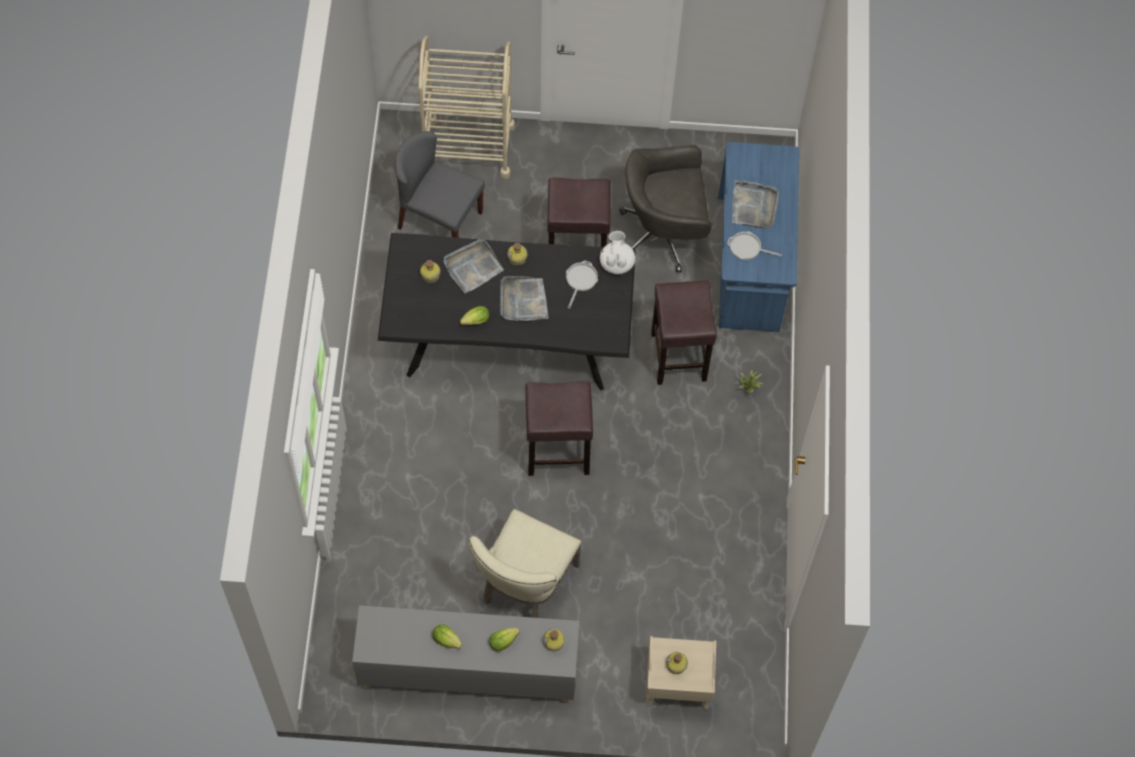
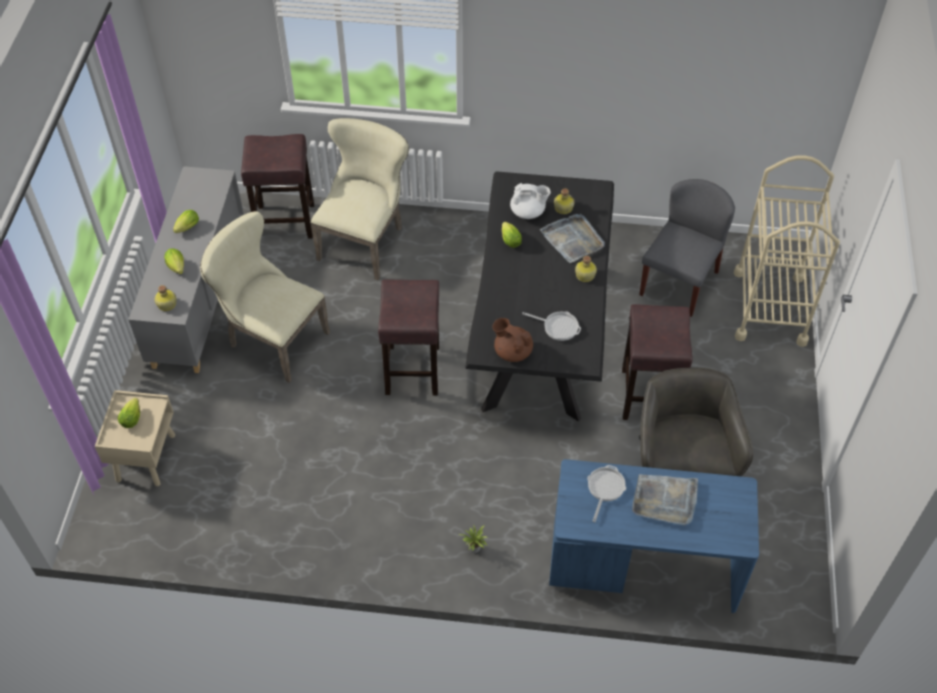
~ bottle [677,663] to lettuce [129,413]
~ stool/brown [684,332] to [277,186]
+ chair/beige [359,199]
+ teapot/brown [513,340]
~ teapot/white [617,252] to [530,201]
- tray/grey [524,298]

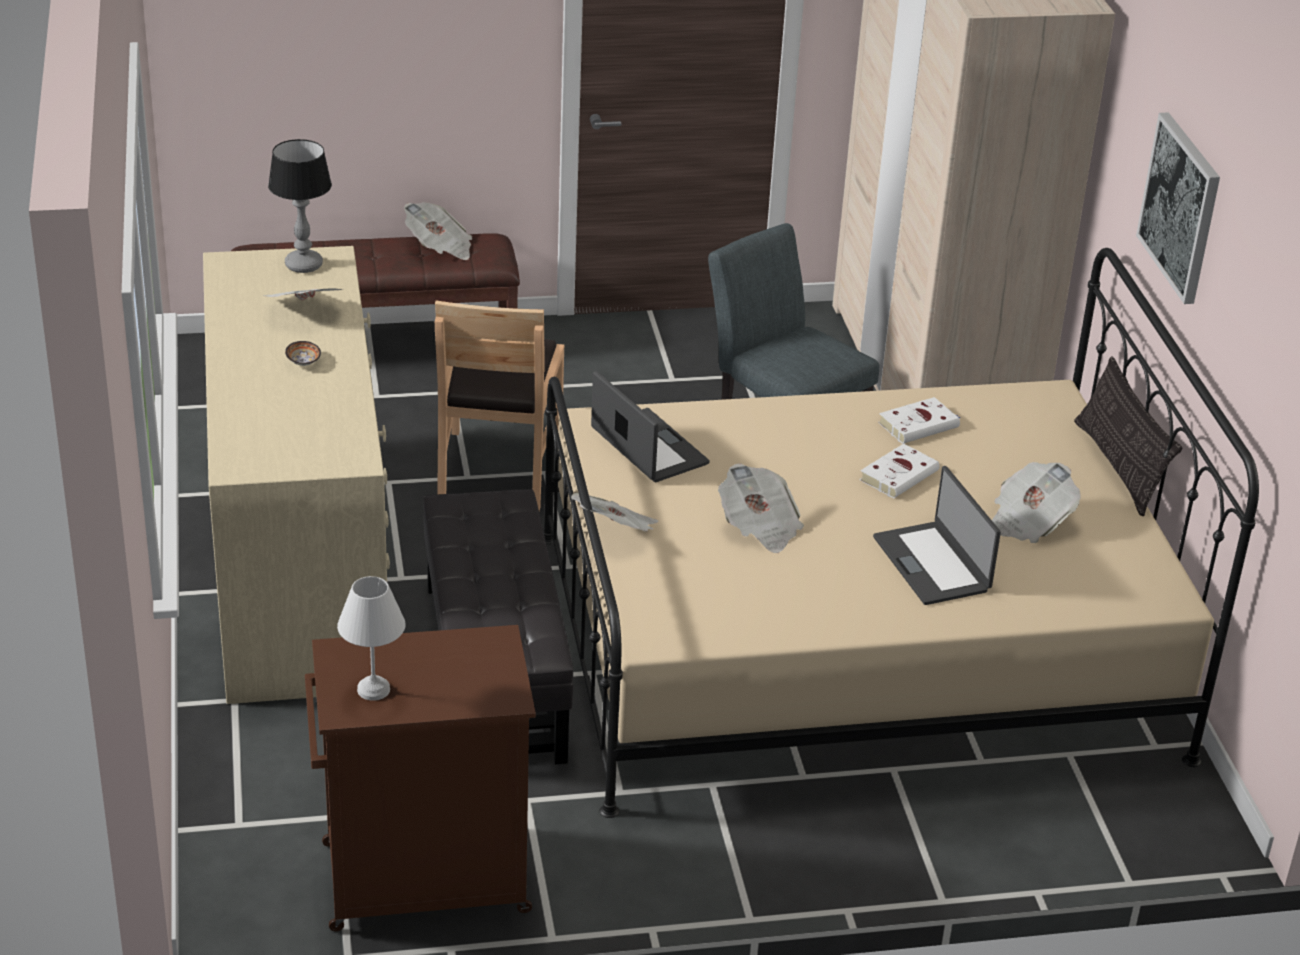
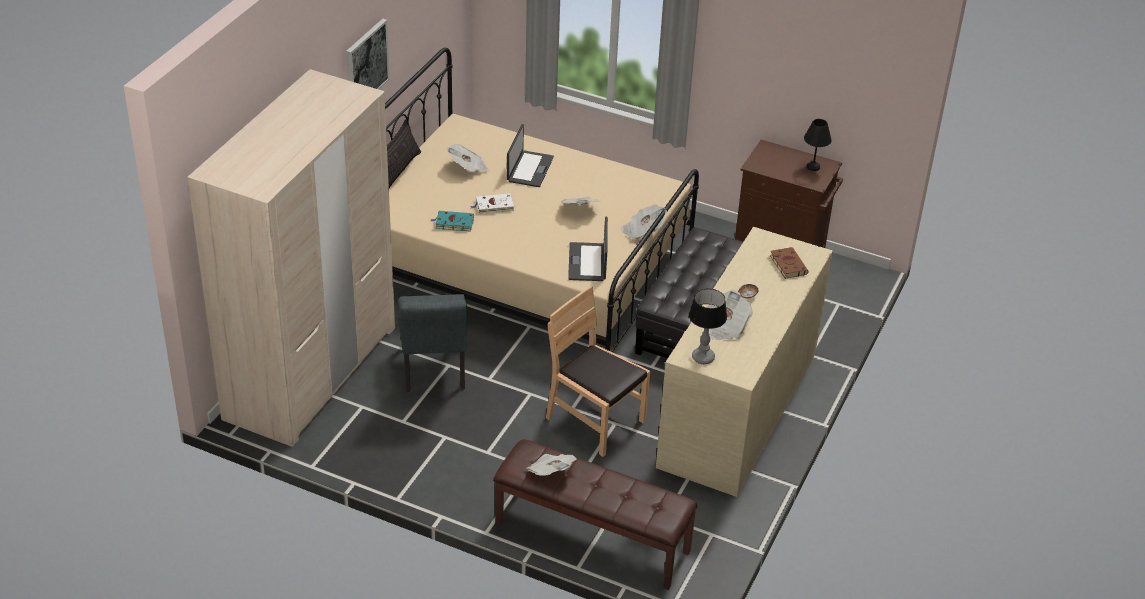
~ book/white [919,420] to book/turquoise [452,221]
~ chair/brown [499,406] = [598,371] 90 degrees counterclockwise
+ book/brown [789,263]
~ table lamp/white [371,638] to table lamp/black [817,145]

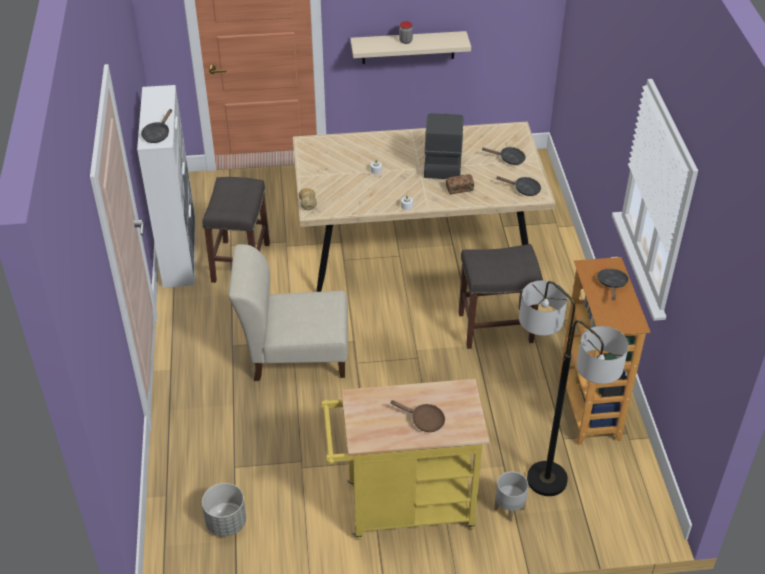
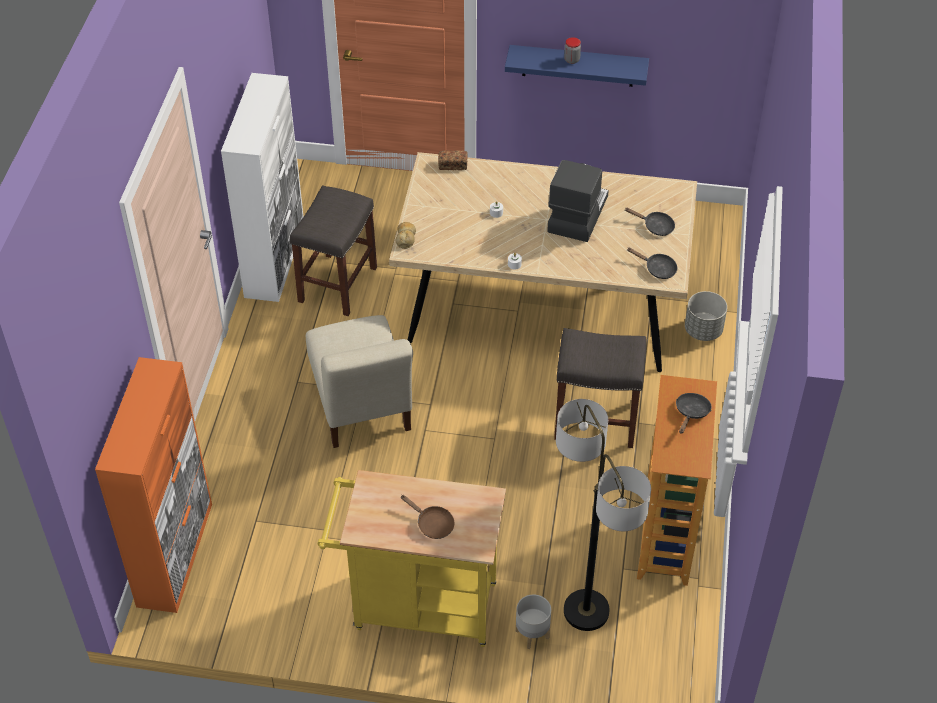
+ cabinet/orange [153,485]
~ chair/beige [288,312] = [359,381] 120 degrees counterclockwise
~ bread [460,184] to [453,160]
~ shelf/beige [411,47] to shelf/blue [577,66]
~ planter/grey [224,510] to [706,316]
- frying pan/black [156,126]

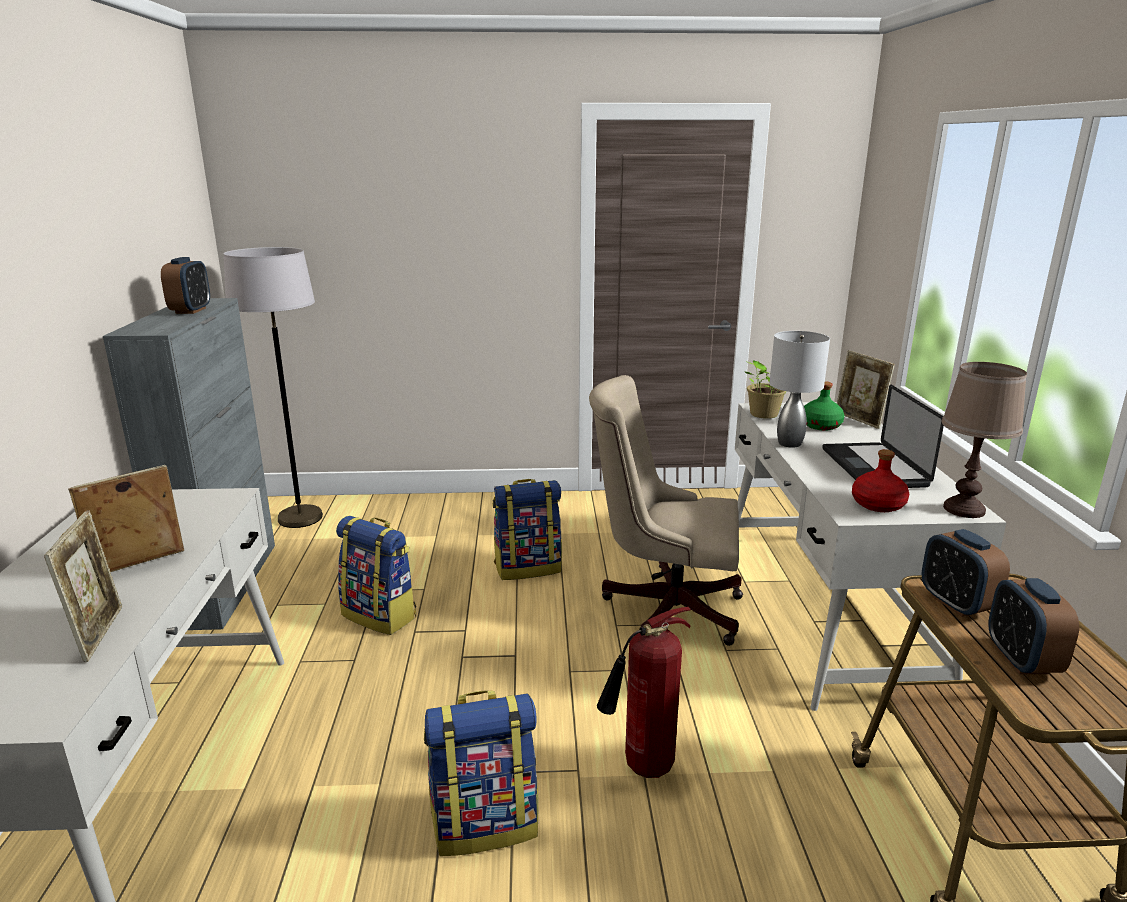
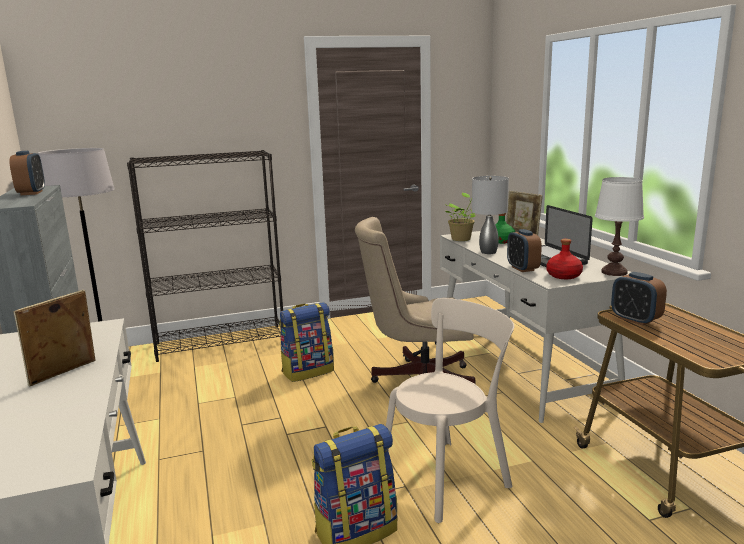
+ bookcase/black [205,256]
~ fire extinguisher [644,692] to chair/beige [450,410]
~ alarm clock [1033,626] to [524,250]
~ table lamp/brown [984,440] to table lamp/white [619,226]
- picture frame [83,586]
- backpack [376,575]

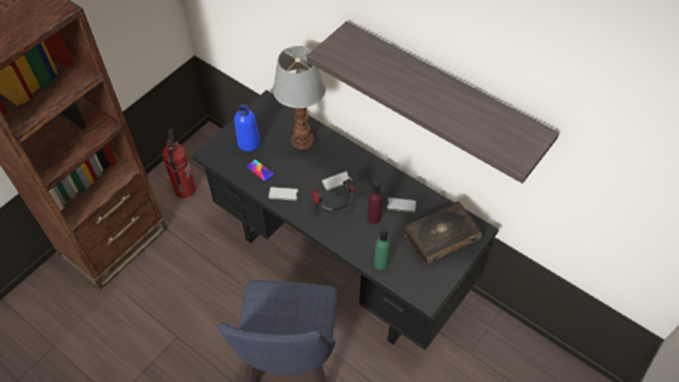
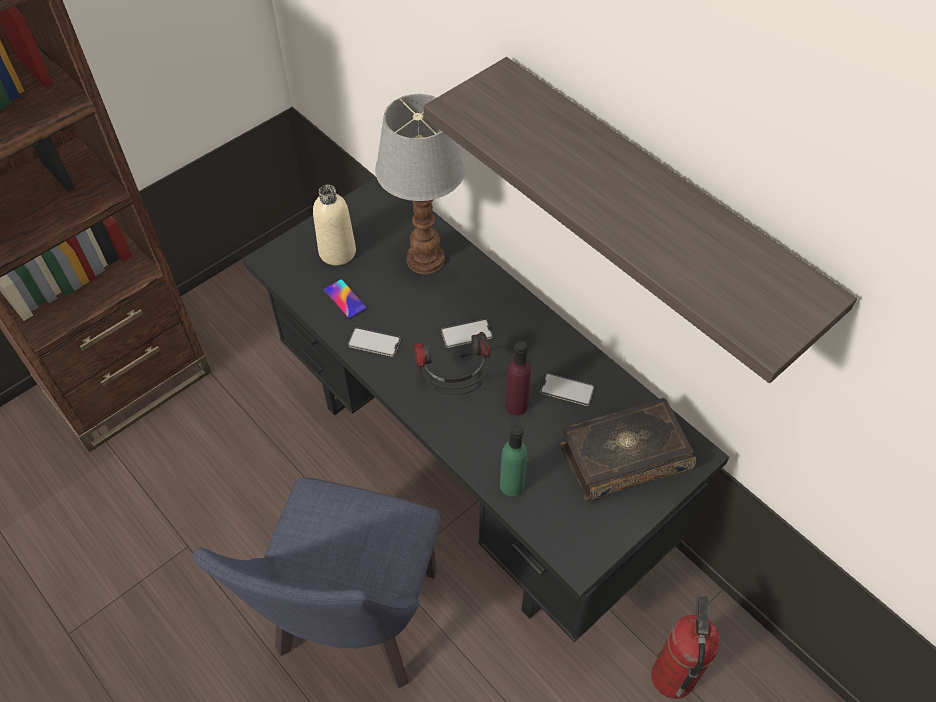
~ bottle/blue [247,127] to bottle/beige [334,225]
~ fire extinguisher [179,163] to [686,647]

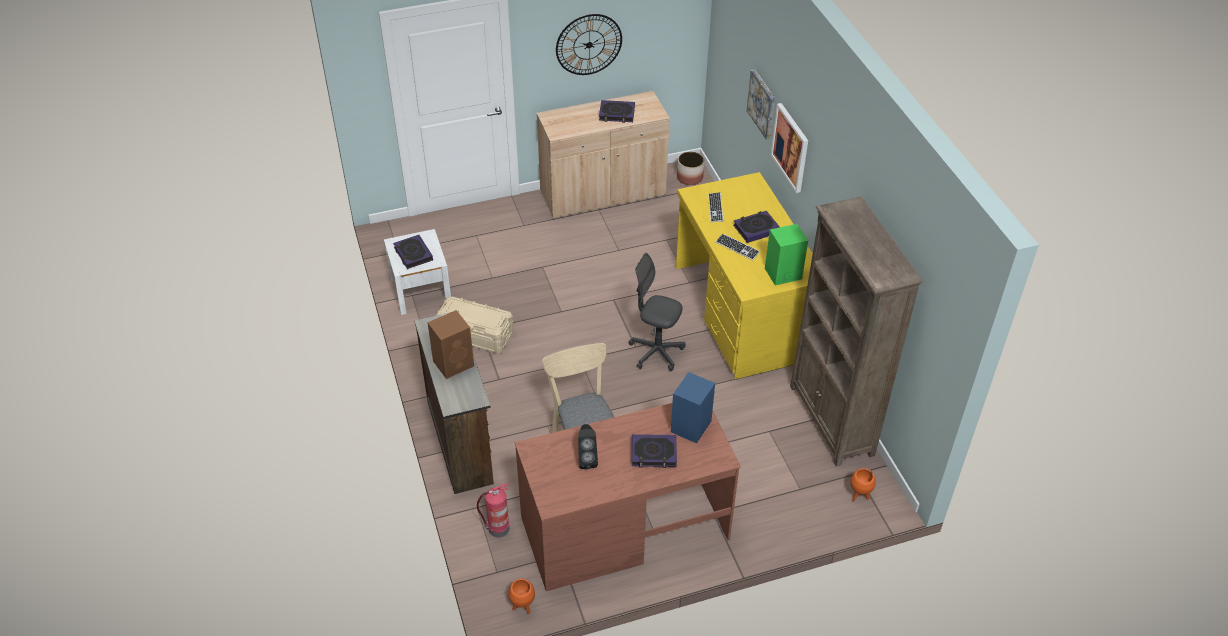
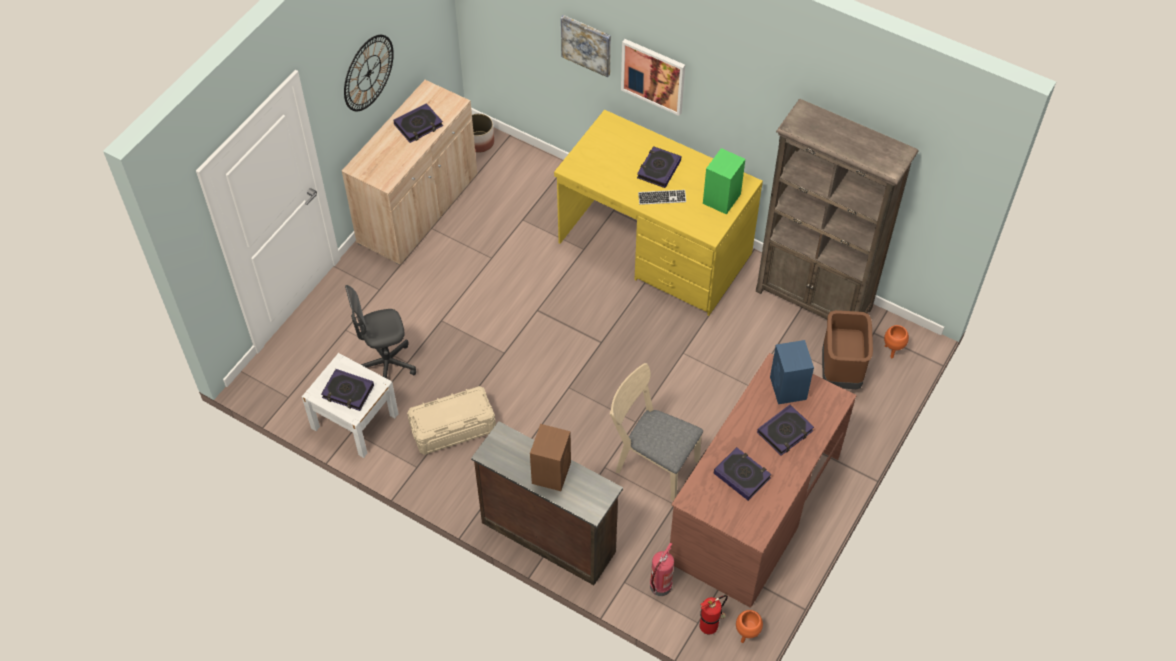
~ office chair/grey [657,312] to [380,332]
+ fire extinguisher [714,615]
~ speaker/black [588,446] to book [743,474]
+ trash can/brown [847,349]
- keyboard [716,207]

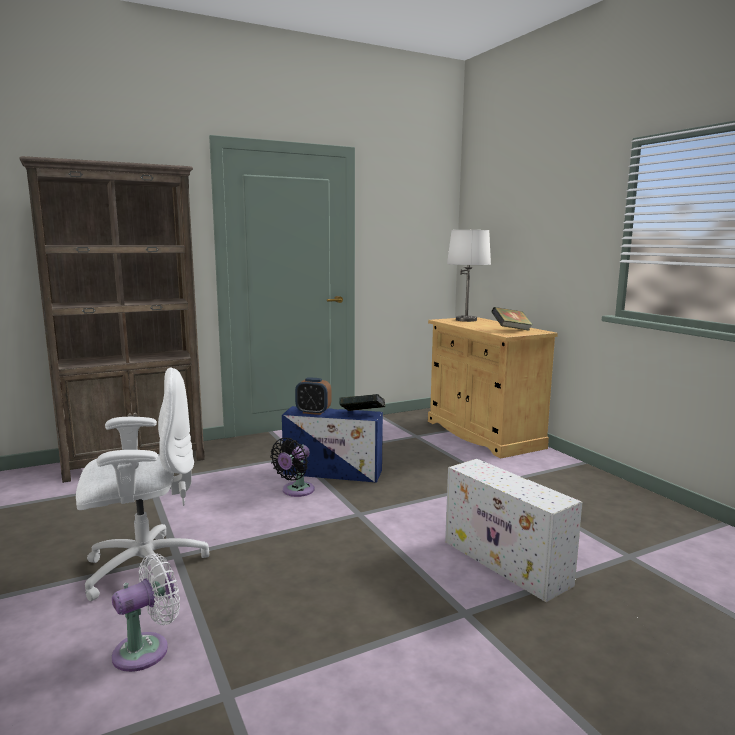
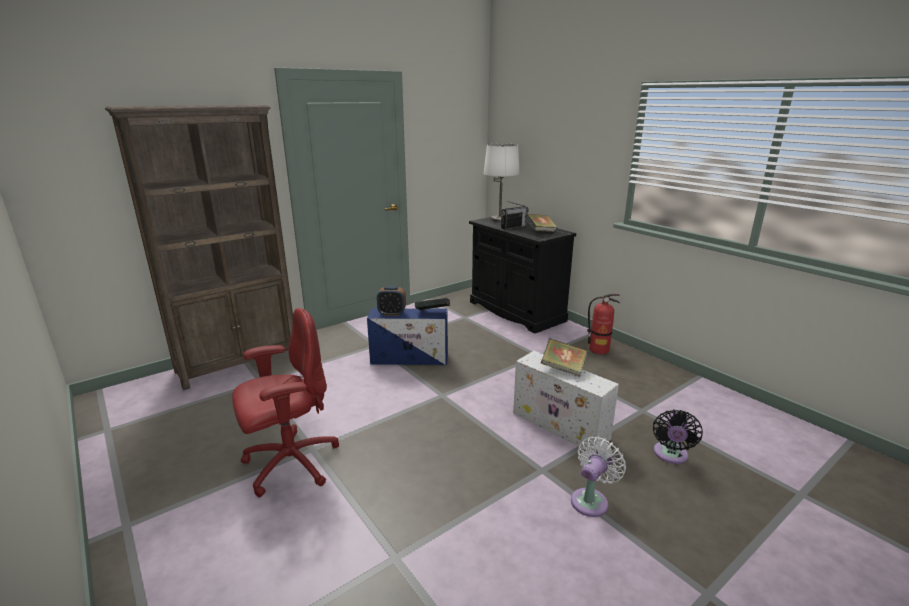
~ office chair/white [142,484] to office chair/red [285,402]
~ cabinet/beige [493,387] to cabinet/black [522,275]
+ radio [515,215]
+ book [564,357]
~ fan/white [146,613] to [598,477]
+ fire extinguisher [603,324]
~ fan/black [292,467] to [678,436]

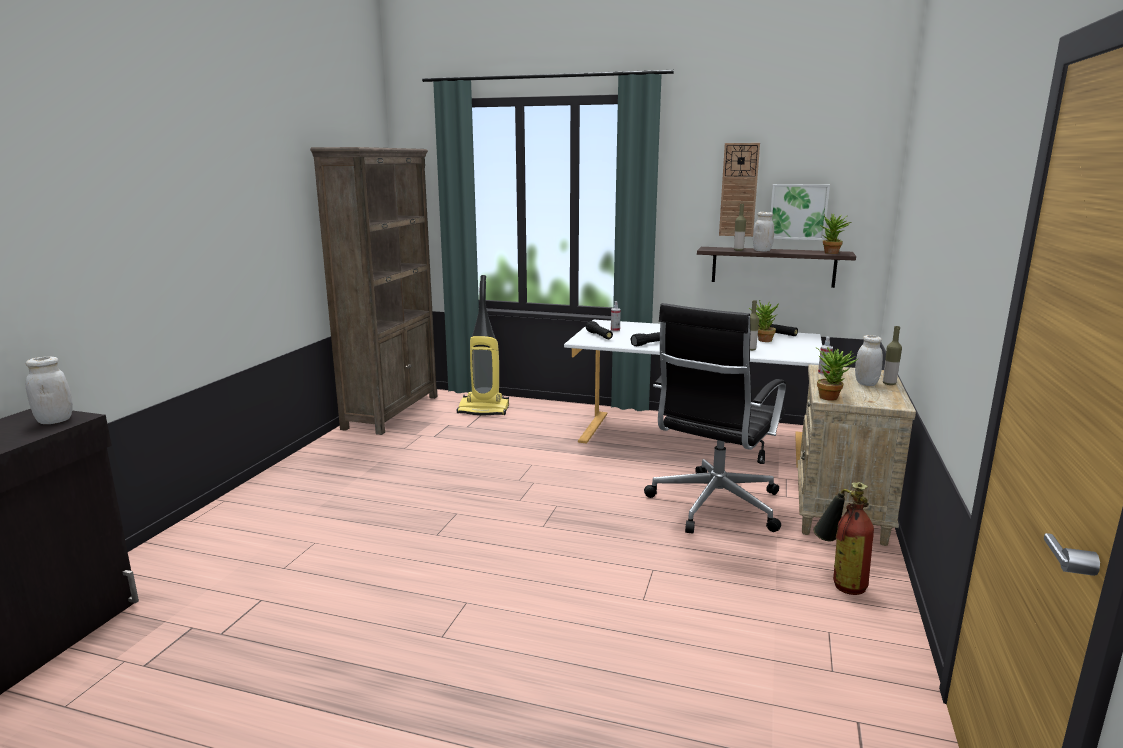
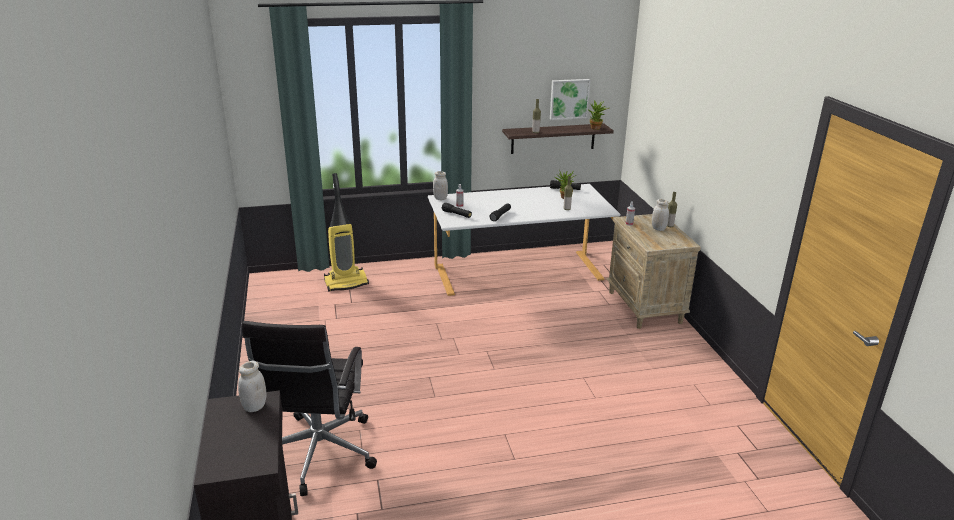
~ office chair/black [715,418] to [309,408]
~ jar/white [763,232] to [440,185]
- bookcase/brown [373,291]
- wall clock [739,190]
- fire extinguisher [843,538]
- potted plant [837,374]

